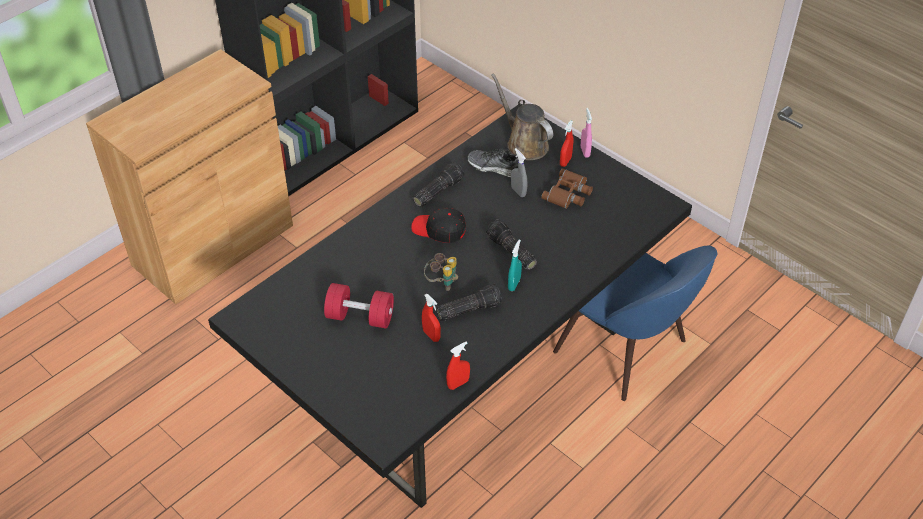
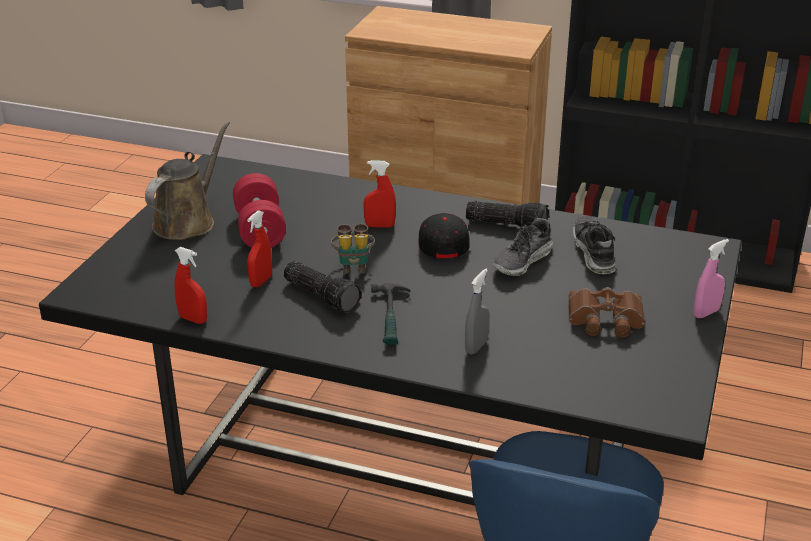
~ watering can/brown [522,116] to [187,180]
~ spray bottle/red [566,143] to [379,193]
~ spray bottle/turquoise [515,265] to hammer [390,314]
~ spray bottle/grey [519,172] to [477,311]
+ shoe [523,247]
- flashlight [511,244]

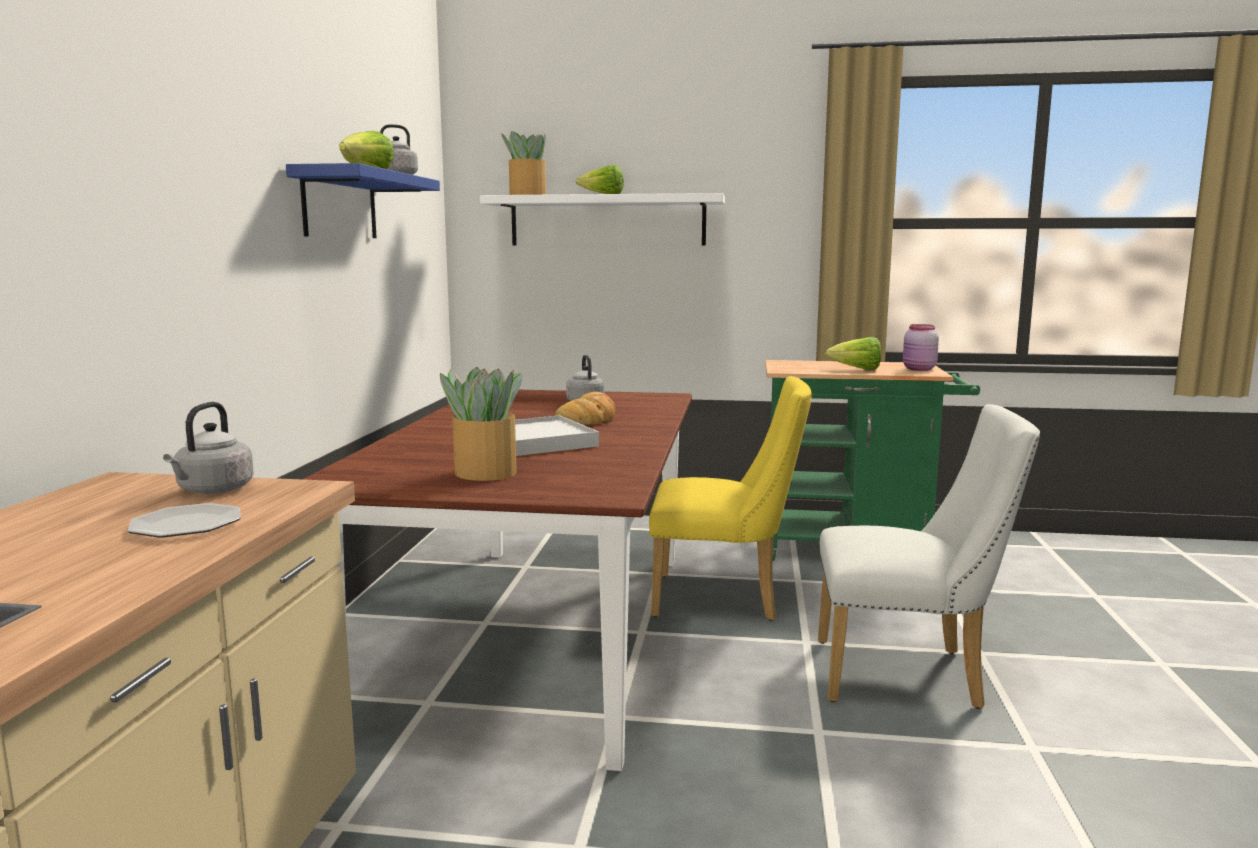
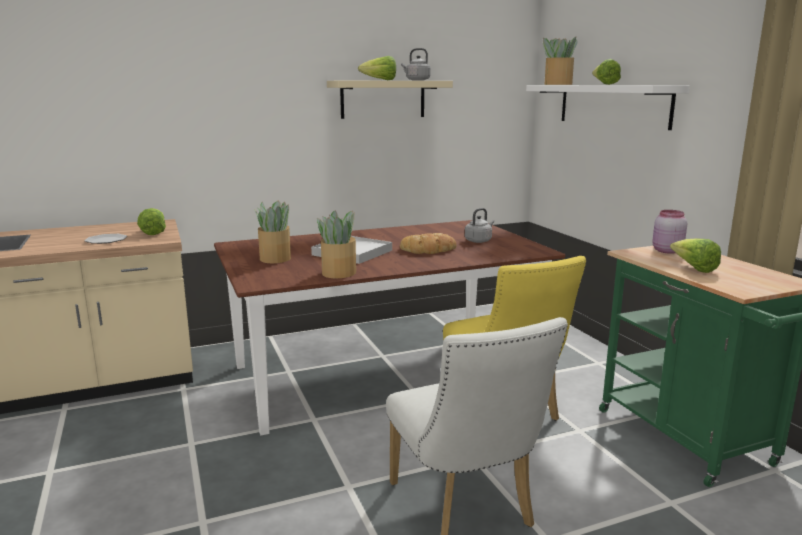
~ kettle/grey [208,448] to lettuce [151,221]
+ potted plant [336,244]
~ shelf/blue [363,200] to shelf/beige [390,100]
~ jar/pink [921,347] to [669,232]

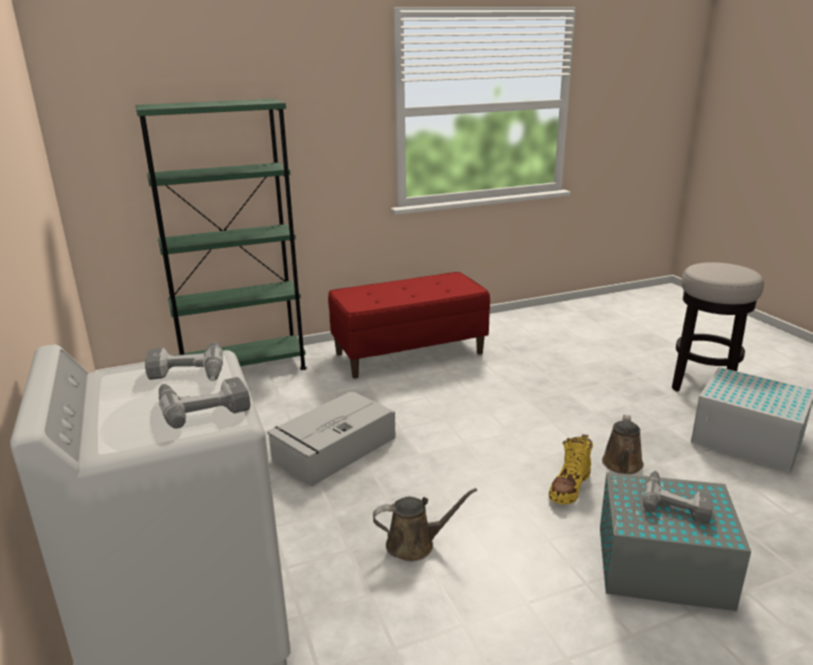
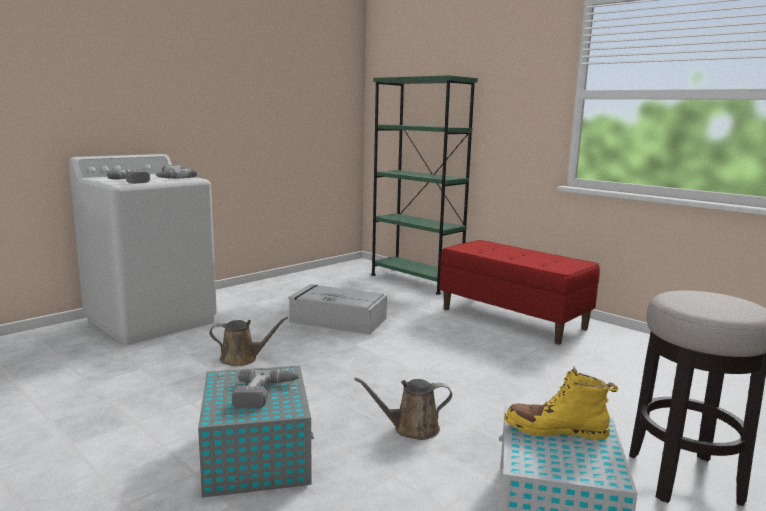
~ watering can/brown [425,524] = [248,341] 60 degrees counterclockwise
~ boot/yellow [571,469] to [561,403]

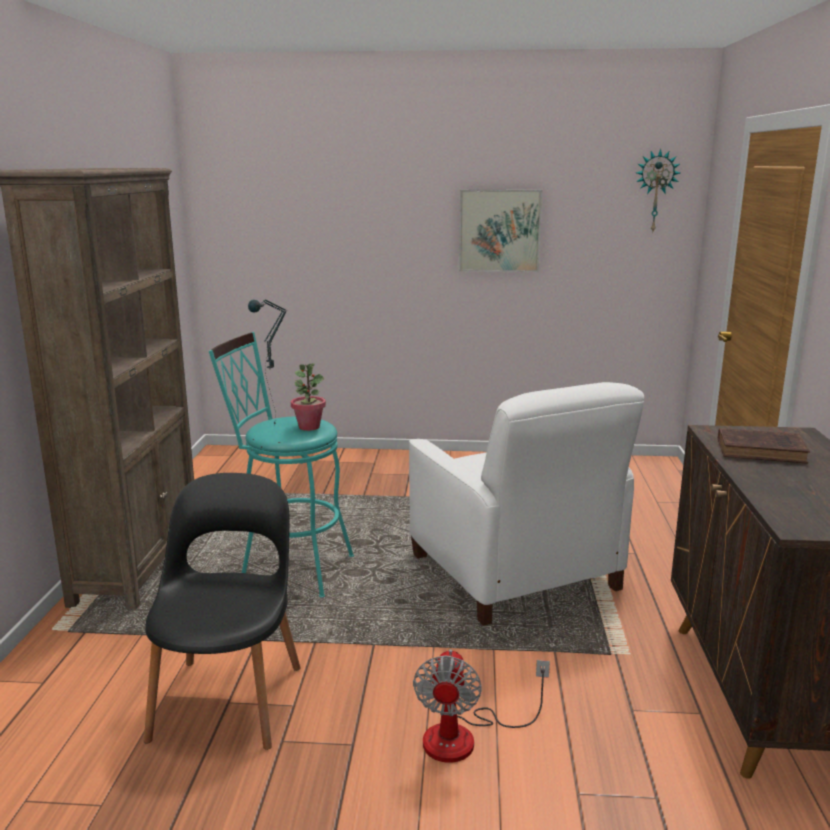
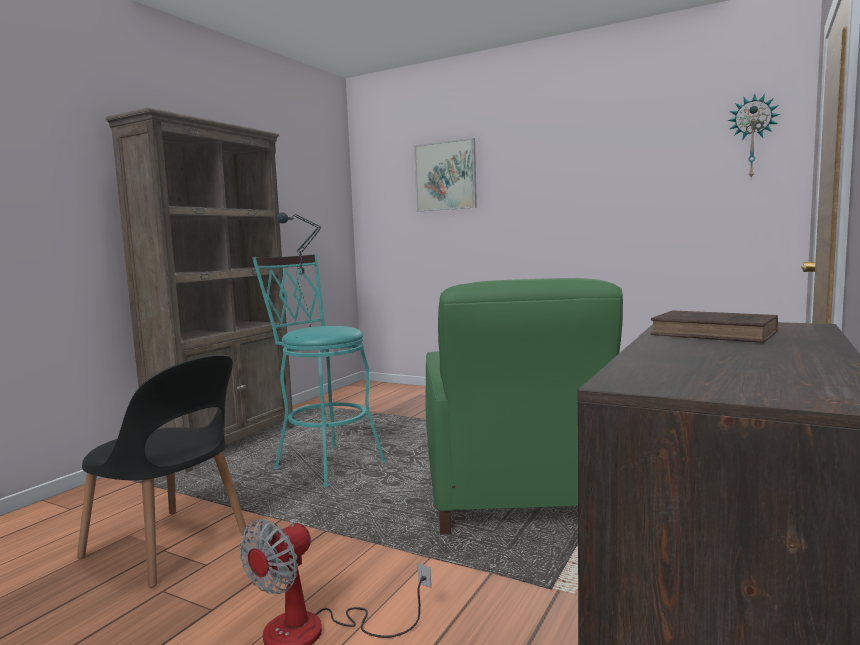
~ chair/black [222,611] = [161,471] 90 degrees clockwise
~ picture [500,230] to [445,174]
~ armchair/white [526,504] to armchair/green [524,406]
- potted plant [308,397]

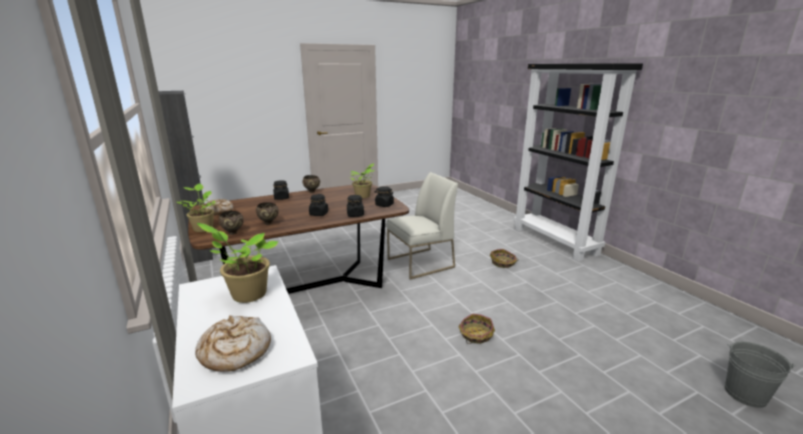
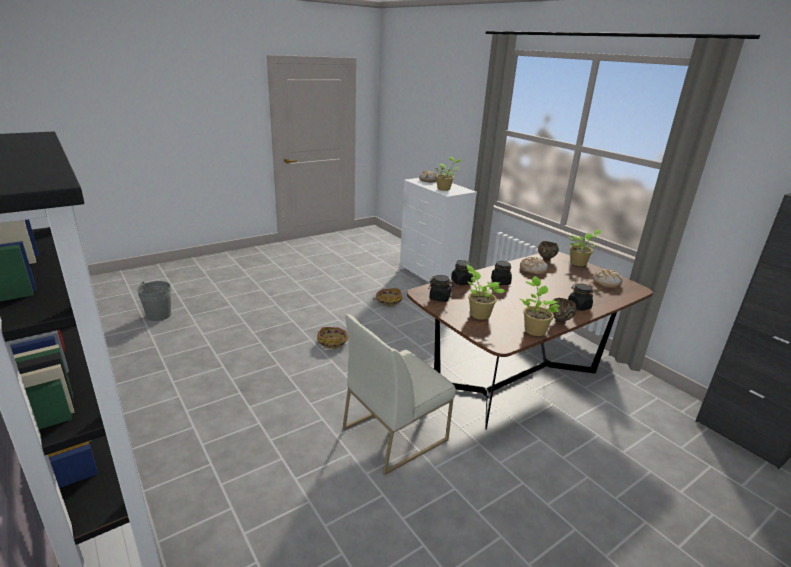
~ basket [504,258] to [388,297]
~ bowl/brown [267,213] to bread [534,266]
+ potted plant [540,306]

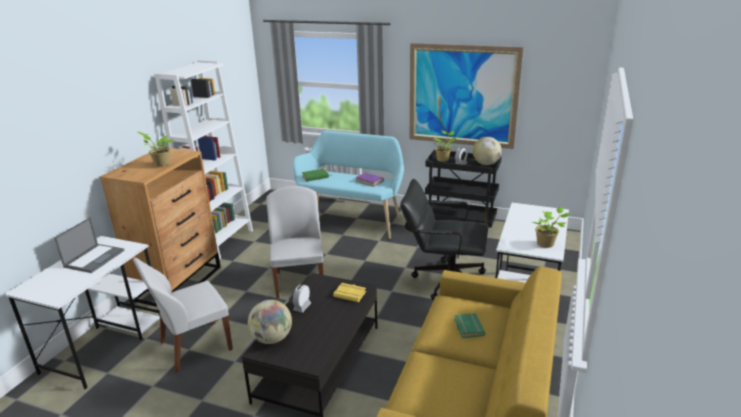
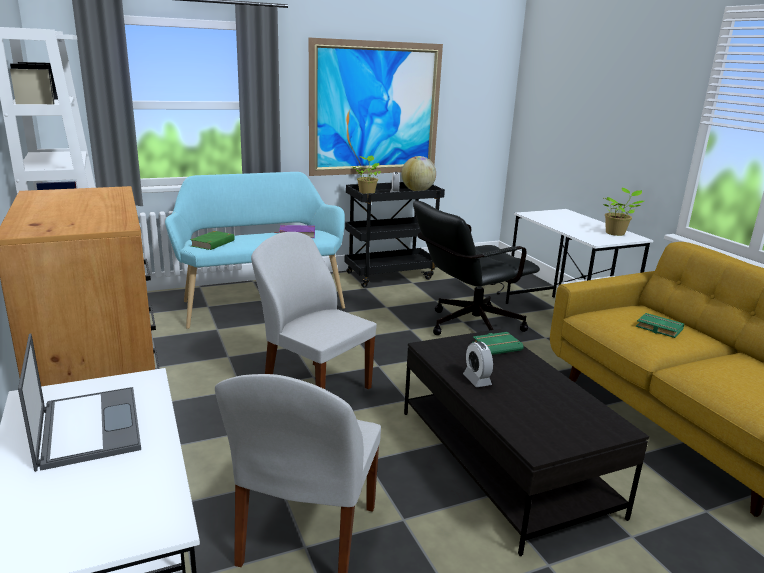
~ book/yellow [349,292] to book/green [498,343]
- potted plant [156,149]
- globe [270,322]

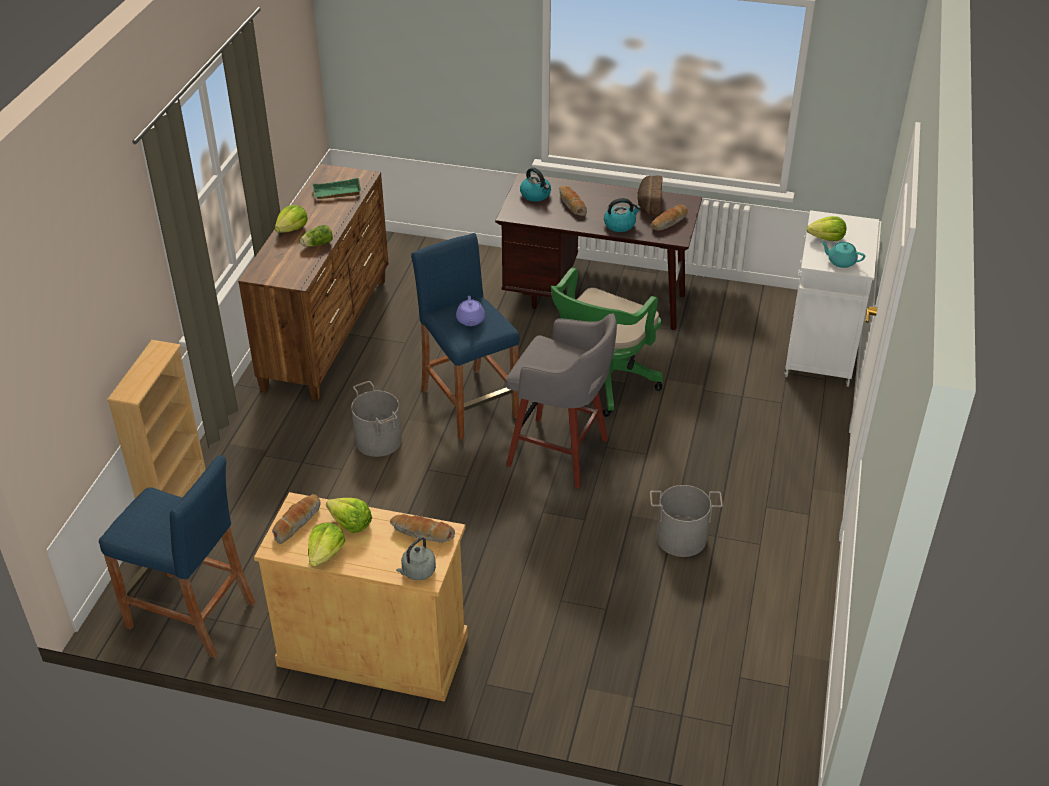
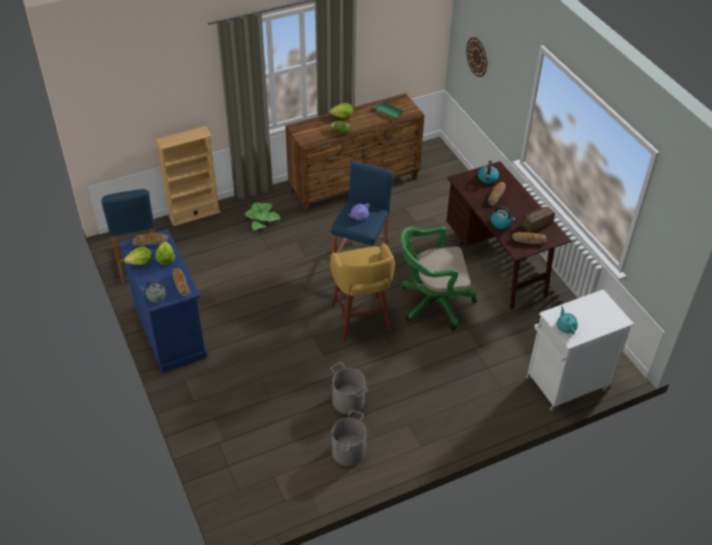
~ cabinet/beige [361,597] to cabinet/blue [163,301]
+ potted plant [263,217]
~ stool/grey [561,401] to stool/yellow [362,292]
~ bucket/grey [376,419] to [349,438]
+ wall clock [476,57]
- lettuce [827,228]

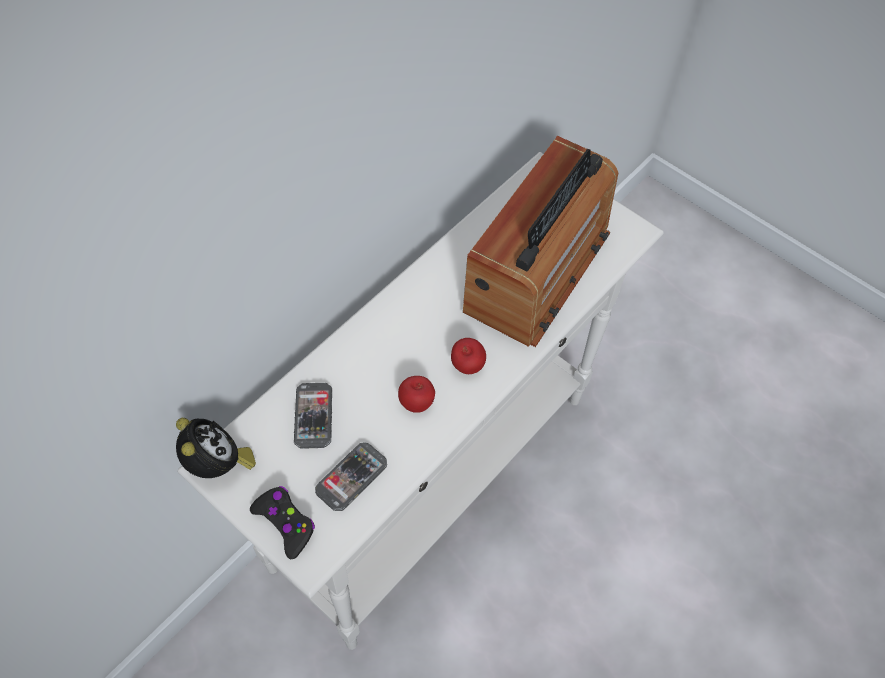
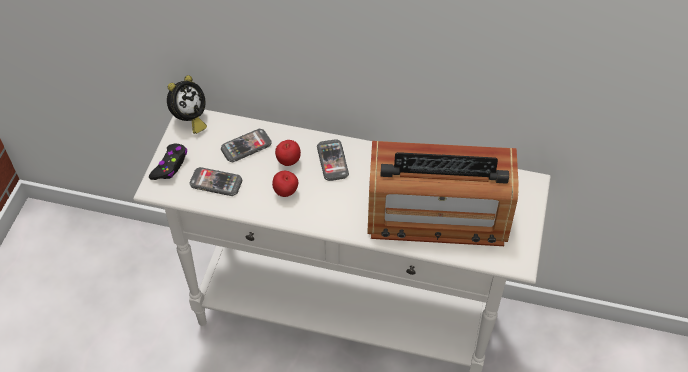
~ apple [468,356] to [288,153]
+ phone [333,160]

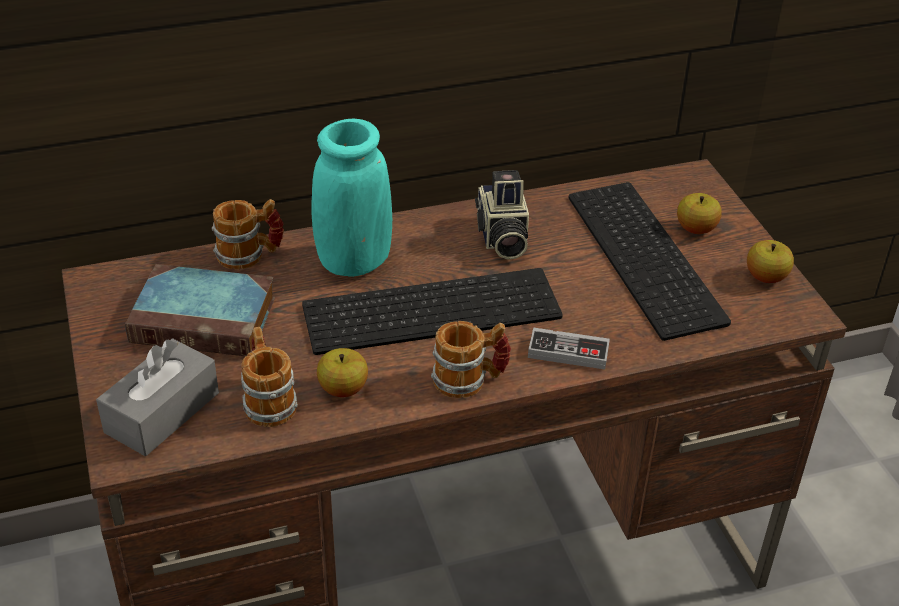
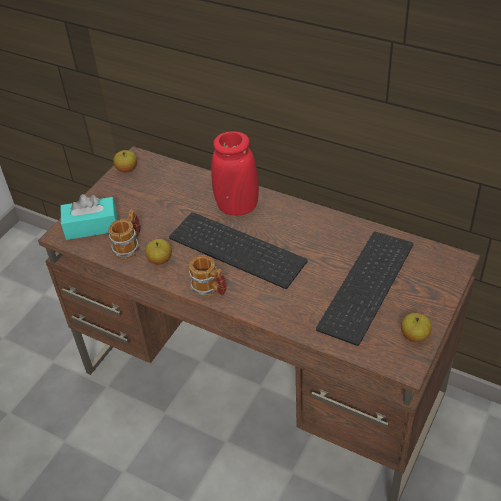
~ tissue box/grey [157,397] to tissue box/turquoise [89,217]
~ apple [699,213] to [125,161]
~ vase/turquoise [351,198] to vase/red [235,173]
- book [200,310]
- mug [248,234]
- photo camera [502,215]
- game controller [569,348]

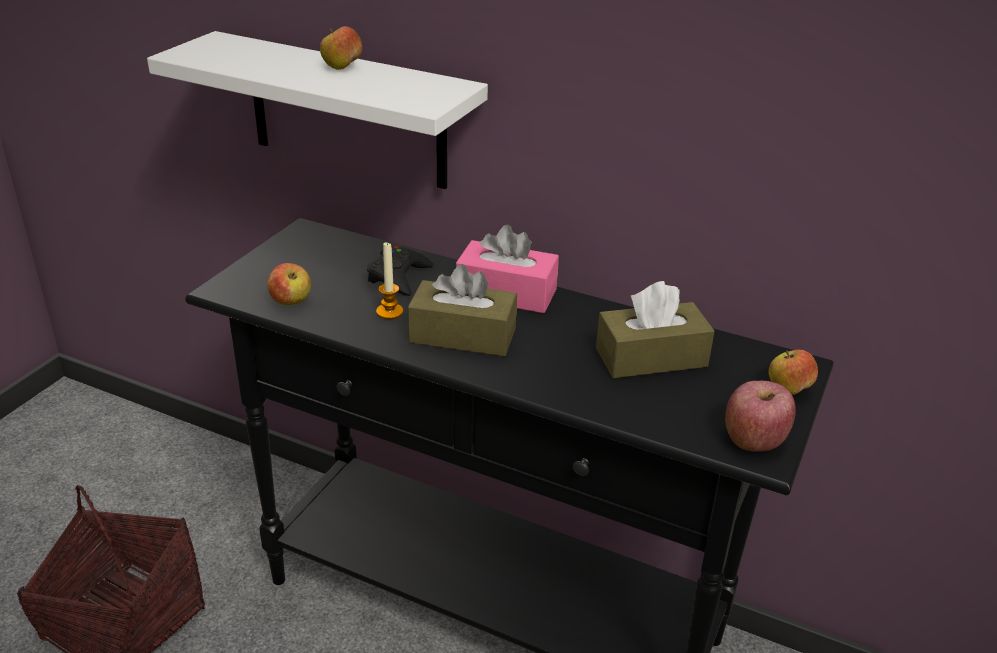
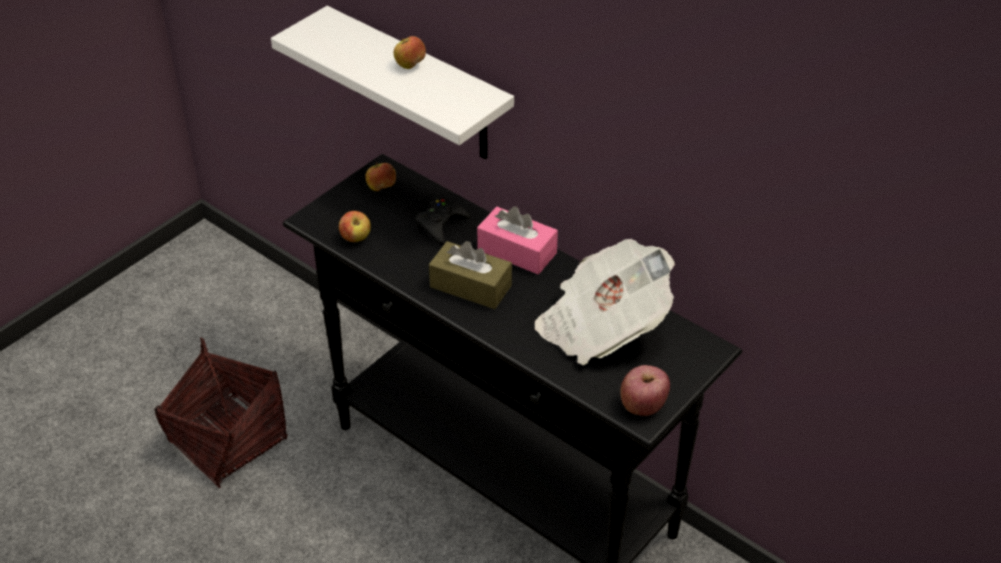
~ apple [793,372] to [381,177]
~ tissue box/brown [655,329] to newspaper [605,302]
- candle [389,281]

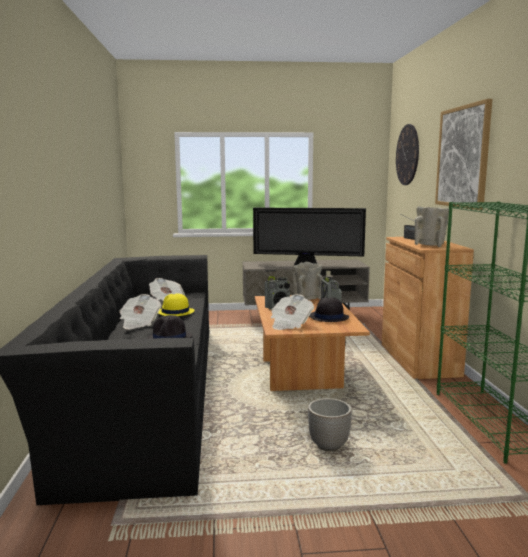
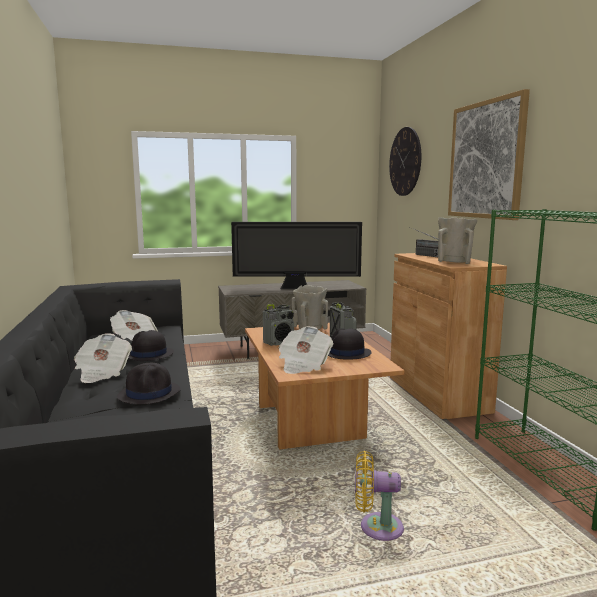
~ hat/yellow [176,304] to hat/black [151,345]
~ planter [330,424] to fan/yellow [379,496]

